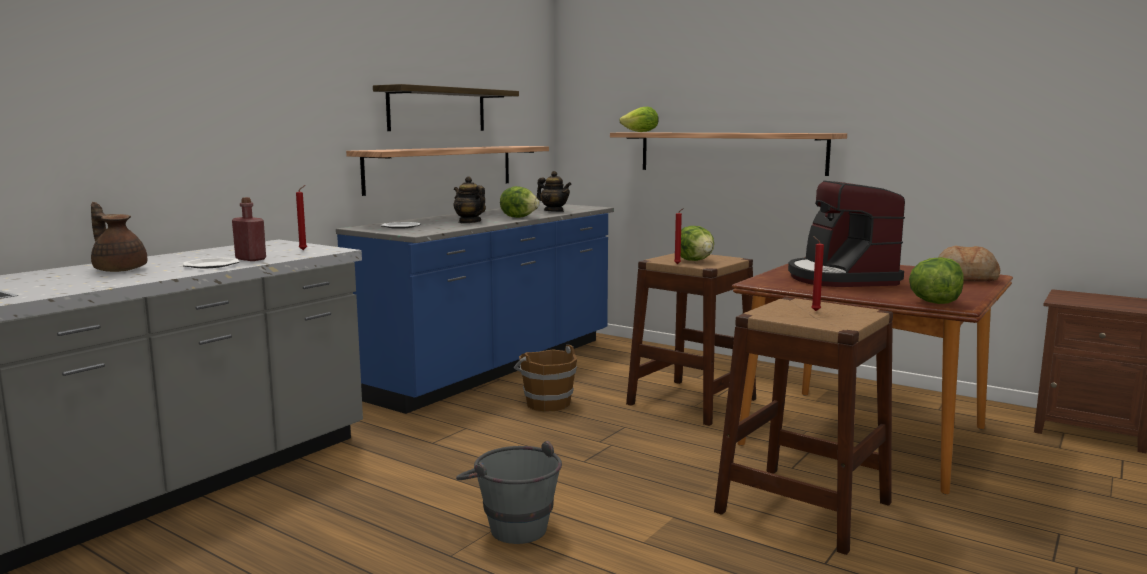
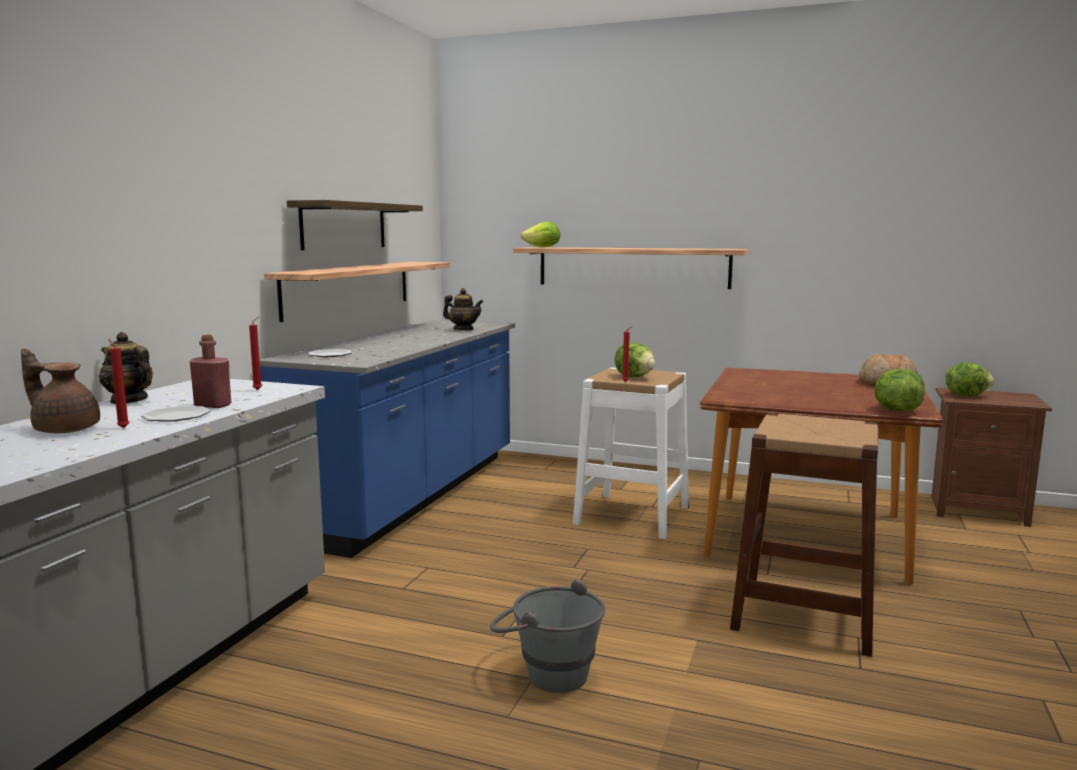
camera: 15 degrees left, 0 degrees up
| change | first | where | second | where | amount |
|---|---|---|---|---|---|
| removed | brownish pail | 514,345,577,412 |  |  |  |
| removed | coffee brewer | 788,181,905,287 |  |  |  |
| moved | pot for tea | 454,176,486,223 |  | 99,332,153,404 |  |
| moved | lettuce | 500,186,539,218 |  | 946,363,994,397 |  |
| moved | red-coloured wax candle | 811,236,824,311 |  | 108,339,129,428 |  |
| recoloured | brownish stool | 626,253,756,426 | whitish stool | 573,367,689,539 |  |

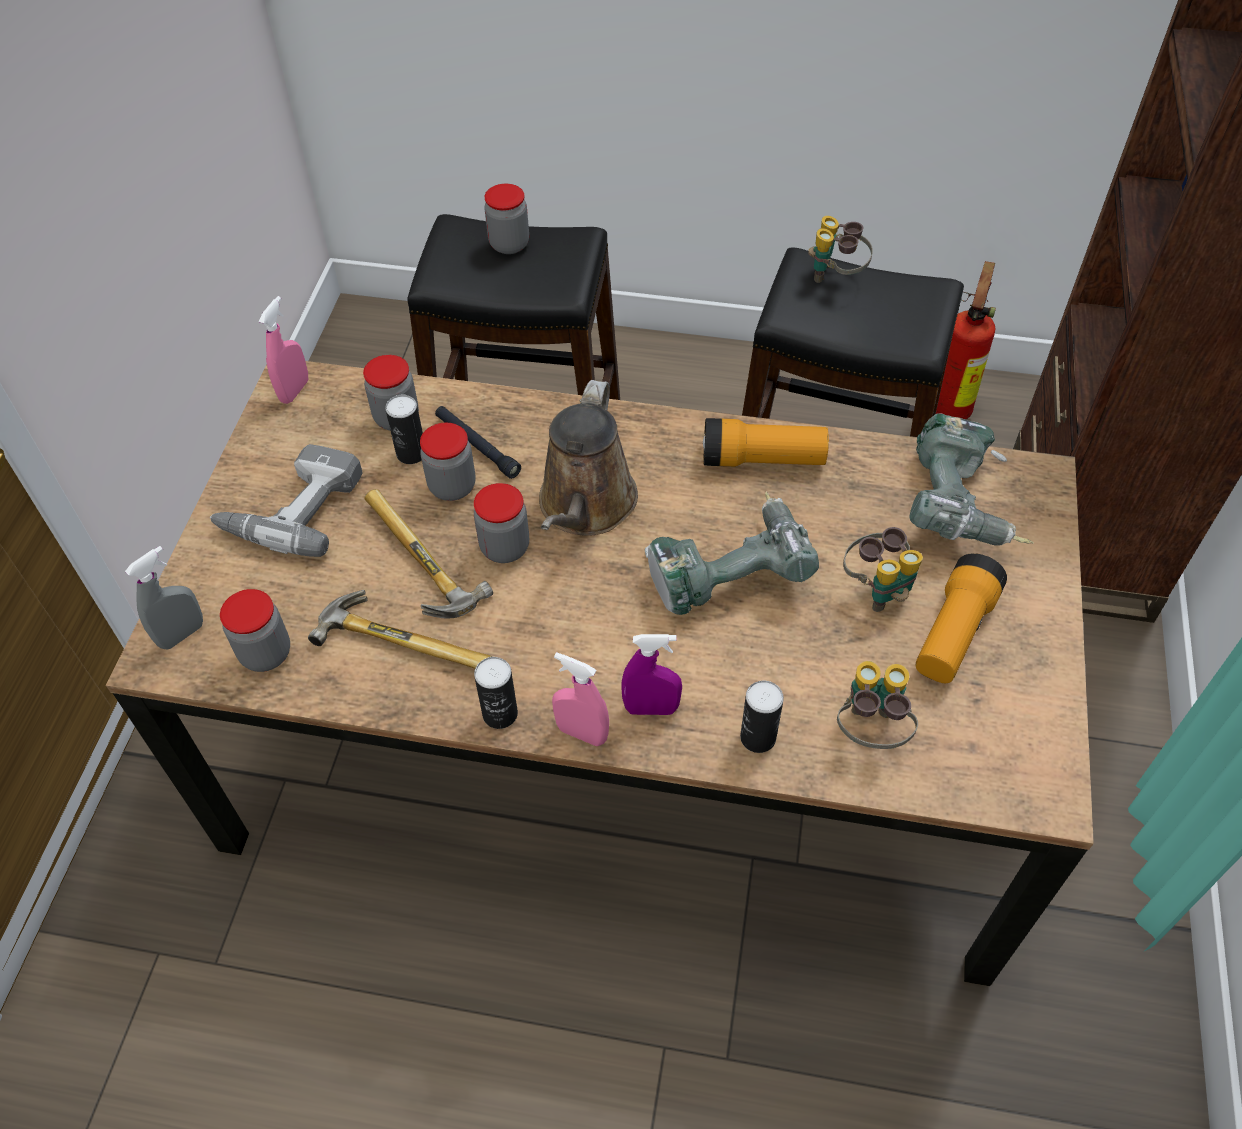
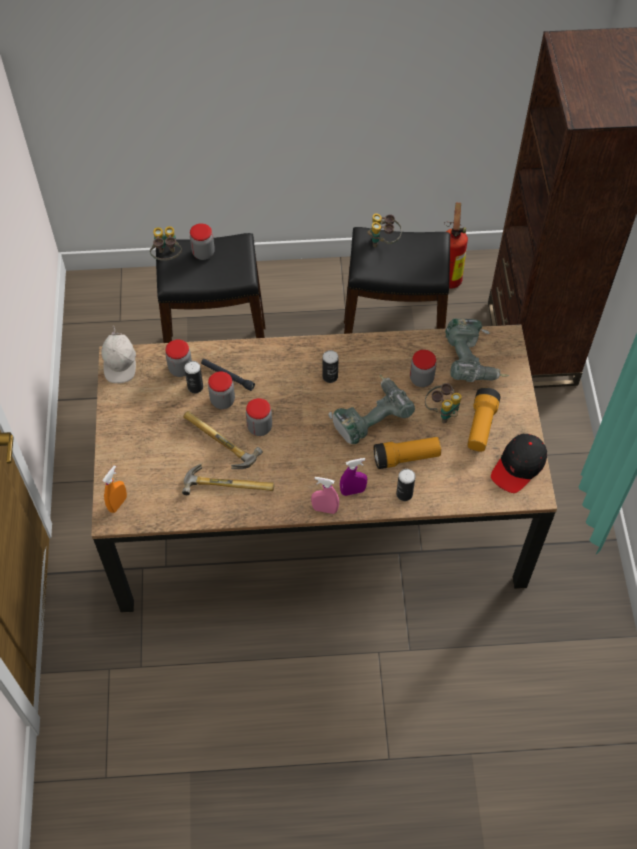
camera: 15 degrees left, 5 degrees up
| change | first | where | second | where | amount |
|---|---|---|---|---|---|
| removed | electric drill | 210,444,362,557 |  |  |  |
| removed | brownish watering pot | 539,380,638,536 |  |  |  |
| added |  |  | blackish baseball cap | 491,434,547,493 |  |
| moved | jar | 220,589,290,672 |  | 410,350,436,387 |  |
| moved | metal can | 474,657,518,729 |  | 322,350,339,383 |  |
| moved | hand torch | 703,418,829,467 |  | 374,437,441,469 |  |
| moved | pair of binoculars | 837,661,918,749 |  | 150,226,182,261 |  |
| replaced | pink hand sprayer | 259,296,308,404 | whitish baseball cap | 101,326,136,383 |  |
| recoloured | greyish hand sprayer | 125,546,203,649 | orangey hand sprayer | 102,465,127,513 |  |

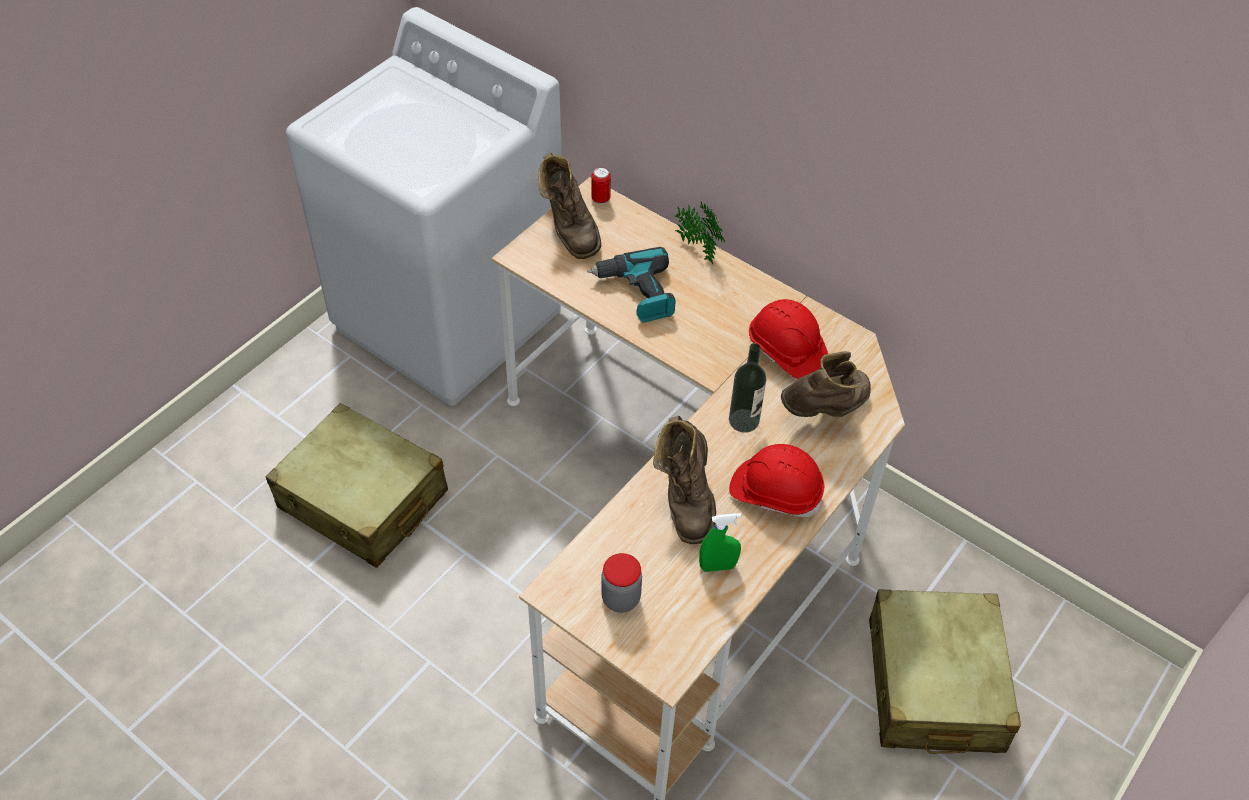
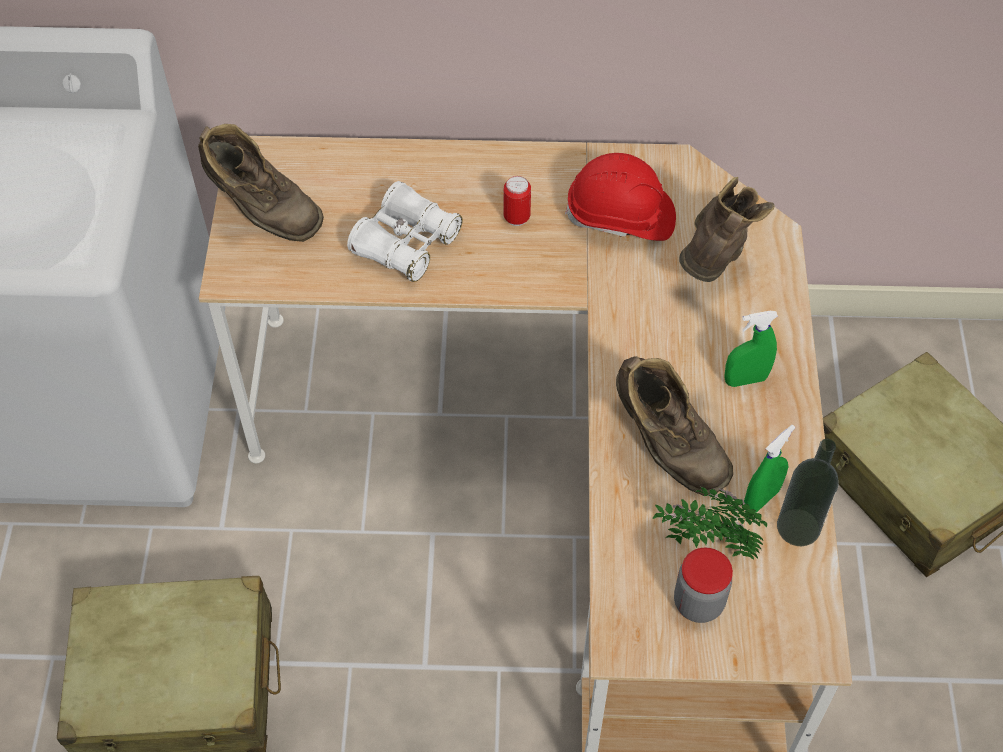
camera: 35 degrees left, 5 degrees up
| change | first | where | second | where | amount |
|---|---|---|---|---|---|
| moved | metal can | 591,167,611,205 |  | 503,176,531,226 |  |
| moved | potted plant | 675,202,725,265 |  | 653,487,767,559 |  |
| moved | drink bottle | 729,343,767,433 |  | 777,439,839,546 |  |
| replaced | electric drill | 587,247,675,323 | whitish pair of binoculars | 347,181,463,282 |  |
| replaced | red-coloured work helmet | 729,444,824,517 | greenish hand sprayer | 724,311,778,387 |  |

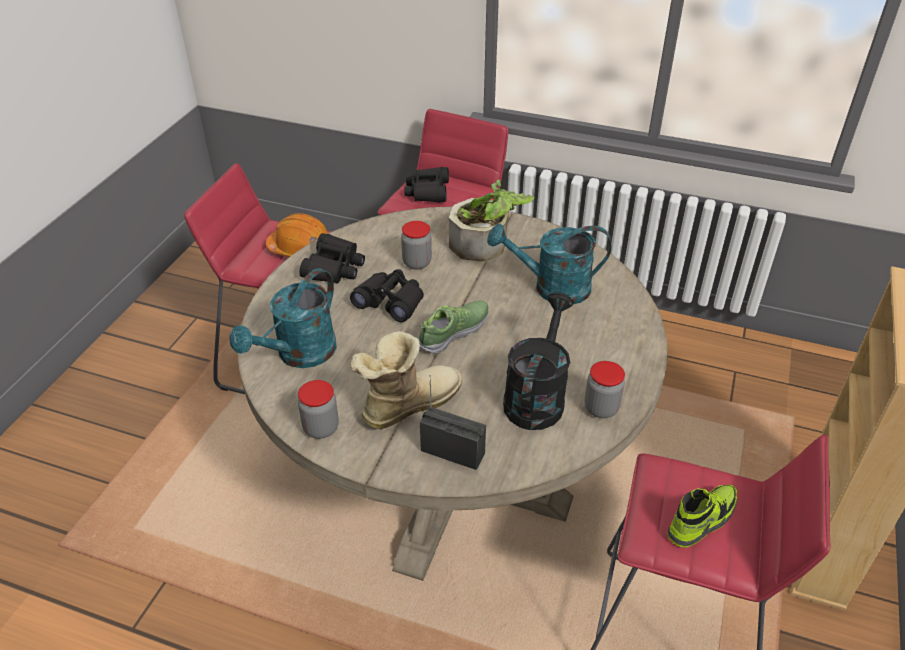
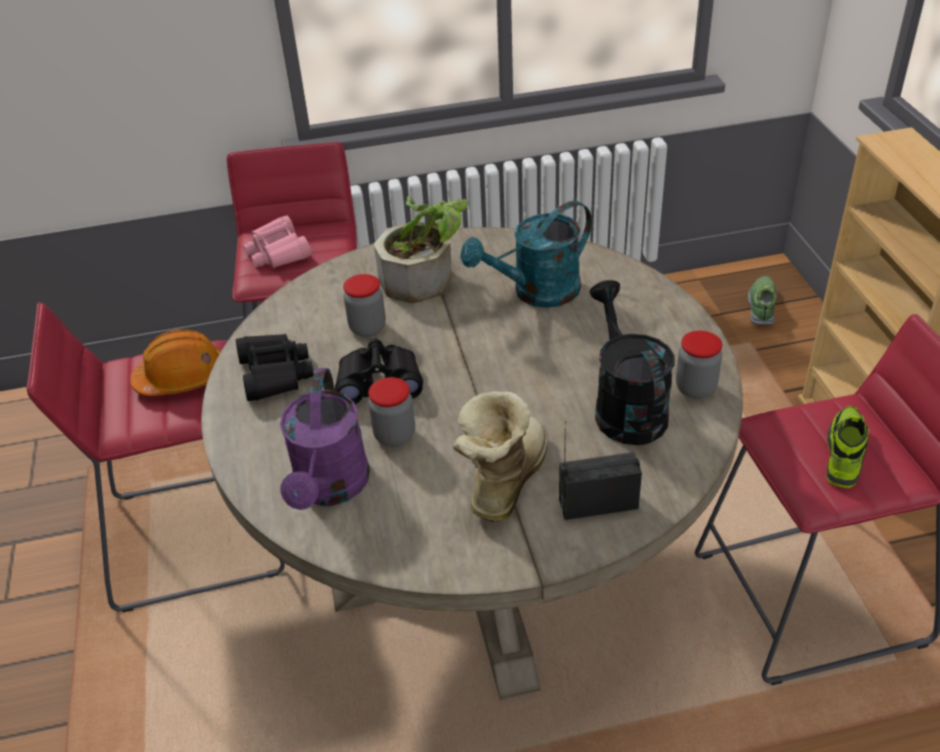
camera: 30 degrees left, 0 degrees up
| change | first | where | second | where | amount |
|---|---|---|---|---|---|
| moved | jar | 298,380,339,439 |  | 368,377,415,447 |  |
| moved | low shoe | 418,300,488,354 |  | 748,276,777,325 |  |
| recoloured | turquoise-coloured watering pot | 230,268,337,368 | purple watering pot | 280,368,370,510 |  |
| recoloured | blackish pair of binoculars | 404,167,449,203 | pink pair of binoculars | 243,215,312,268 |  |

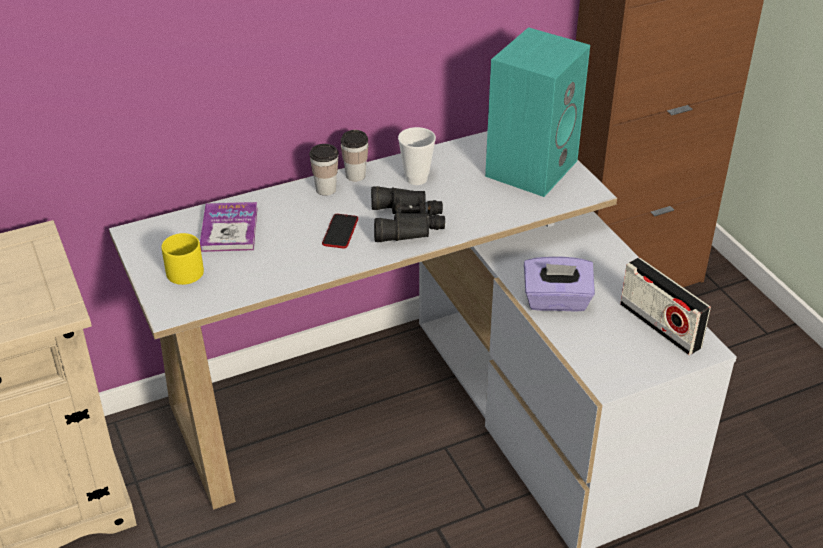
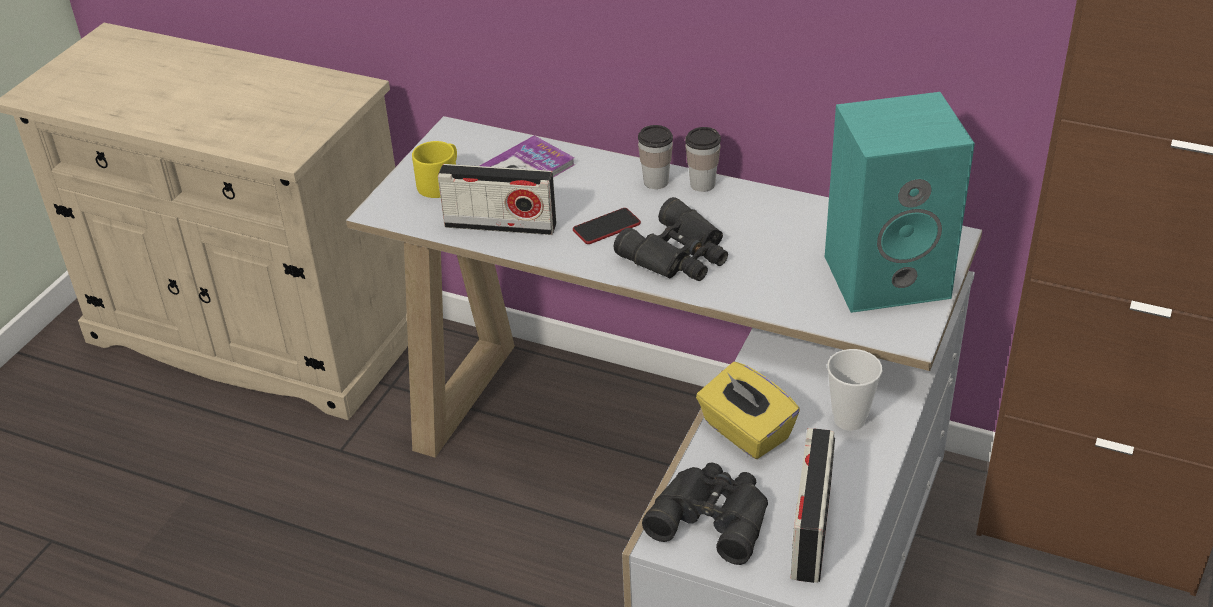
camera: 50 degrees right, 0 degrees up
| change | first | where | second | where | amount |
|---|---|---|---|---|---|
| added |  |  | radio receiver | 438,164,556,235 |  |
| added |  |  | blackish pair of binoculars | 642,463,768,565 |  |
| moved | small cup | 398,127,436,185 |  | 827,349,882,431 |  |
| recoloured | purple tissue box | 524,256,595,312 | yellow tissue box | 696,362,800,459 |  |

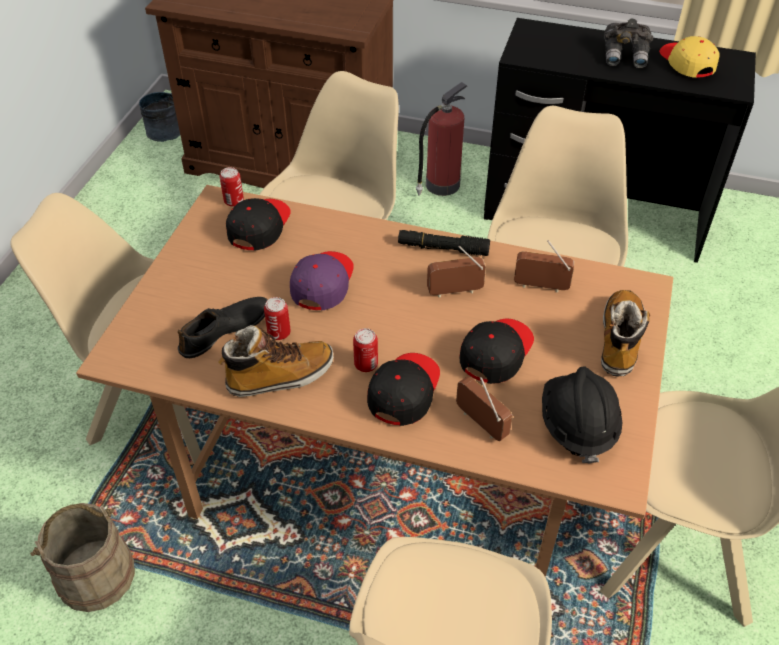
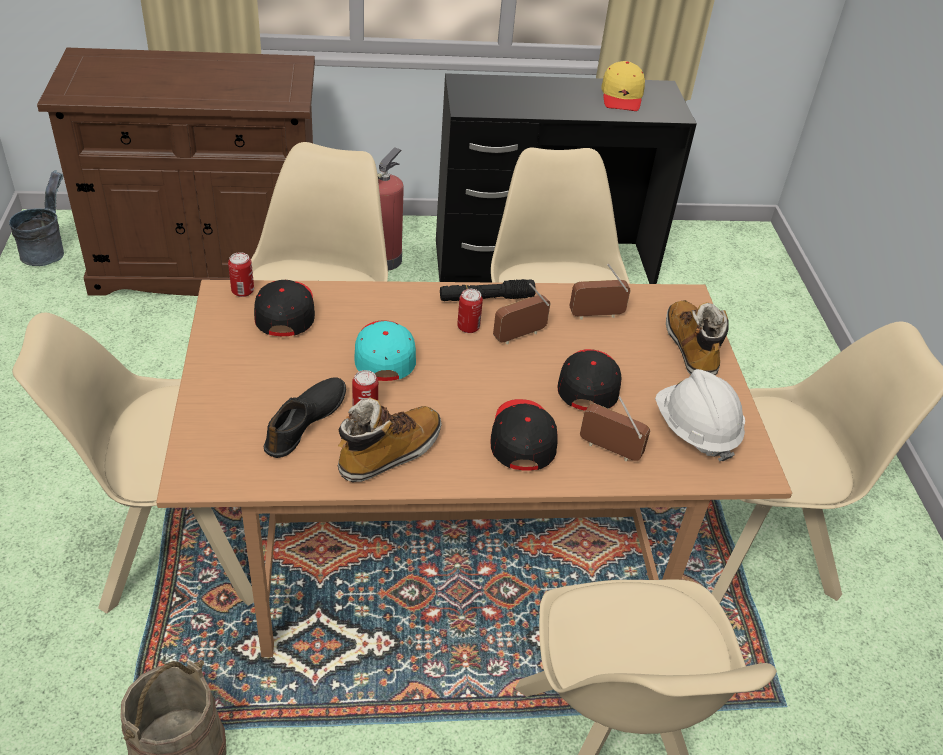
camera: 25 degrees left, 5 degrees down
| change | first | where | second | where | amount |
|---|---|---|---|---|---|
| removed | greyish pair of binoculars | 604,19,653,68 |  |  |  |
| moved | metal can | 353,328,378,372 |  | 457,289,483,333 |  |
| recoloured | purple baseball cap | 290,251,354,310 | turquoise-coloured baseball cap | 354,321,416,381 |  |
| recoloured | blackish work helmet | 542,367,623,463 | whitish work helmet | 655,369,745,462 |  |
| turned | yellow baseball cap | 659,36,719,78 |  | 601,61,645,111 | 135 degrees counterclockwise |

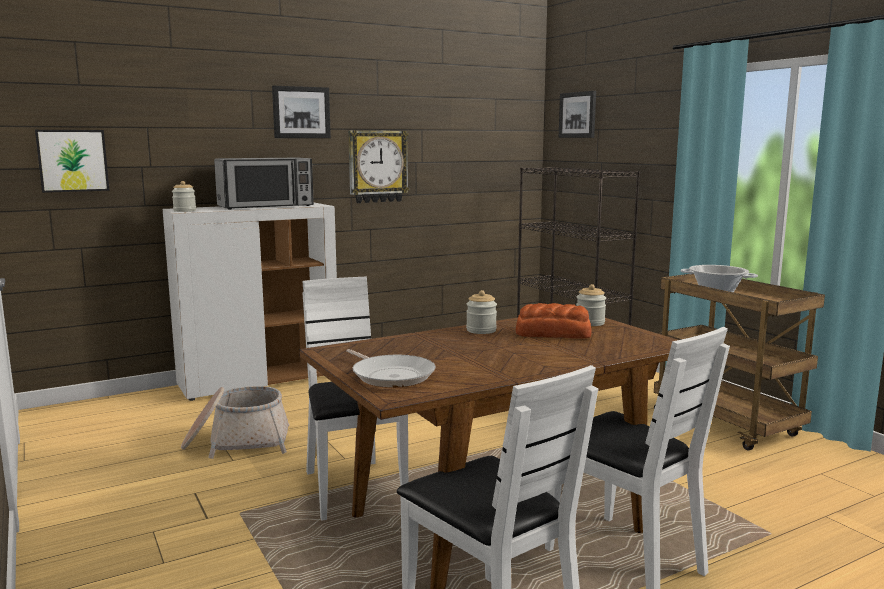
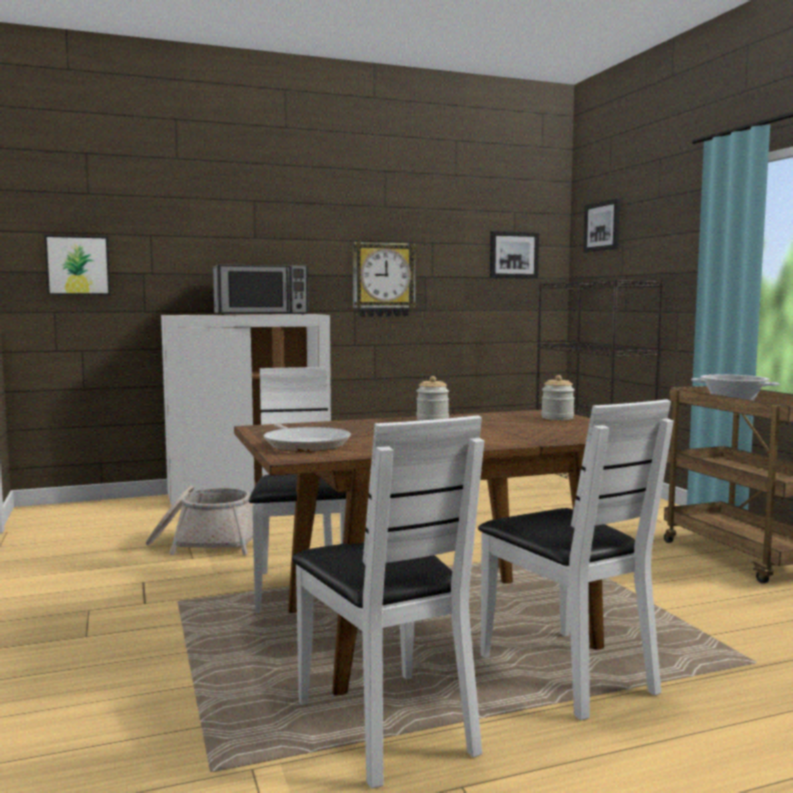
camera: 10 degrees right, 5 degrees down
| change | first | where | second | where | amount |
|---|---|---|---|---|---|
| removed | jar | 172,181,196,212 |  |  |  |
| removed | baked bread | 516,303,592,339 |  |  |  |
| moved | picture | 272,86,331,138 |  | 490,231,539,278 |  |

